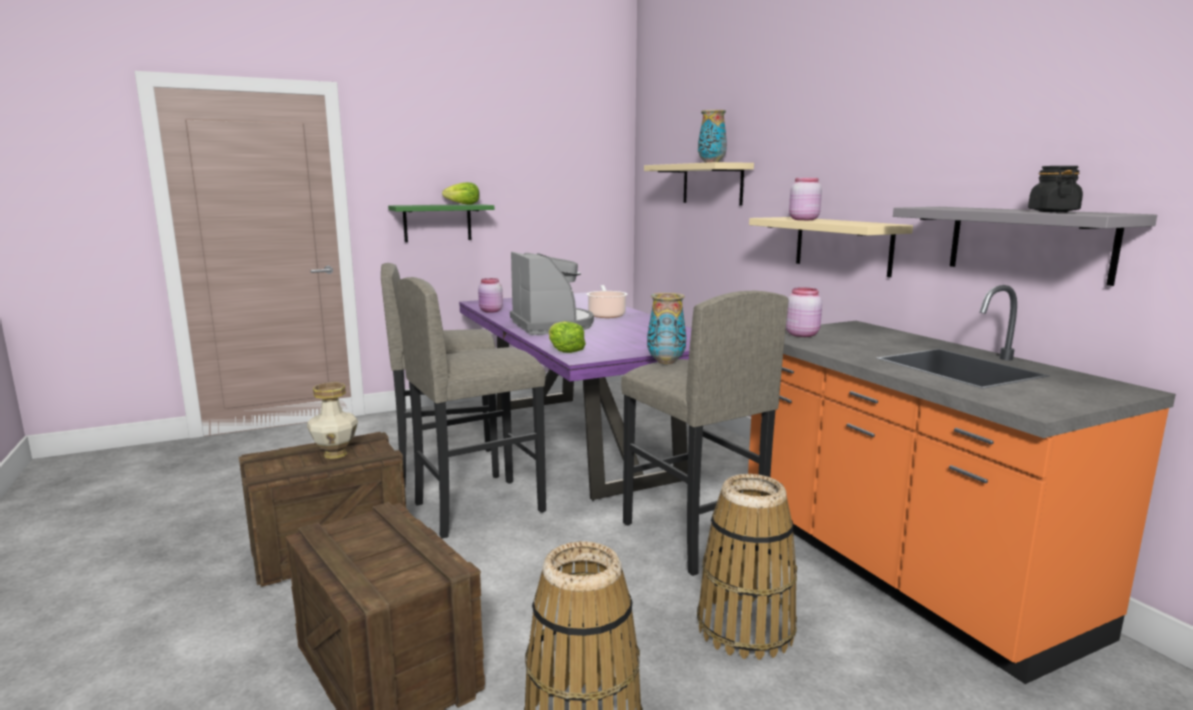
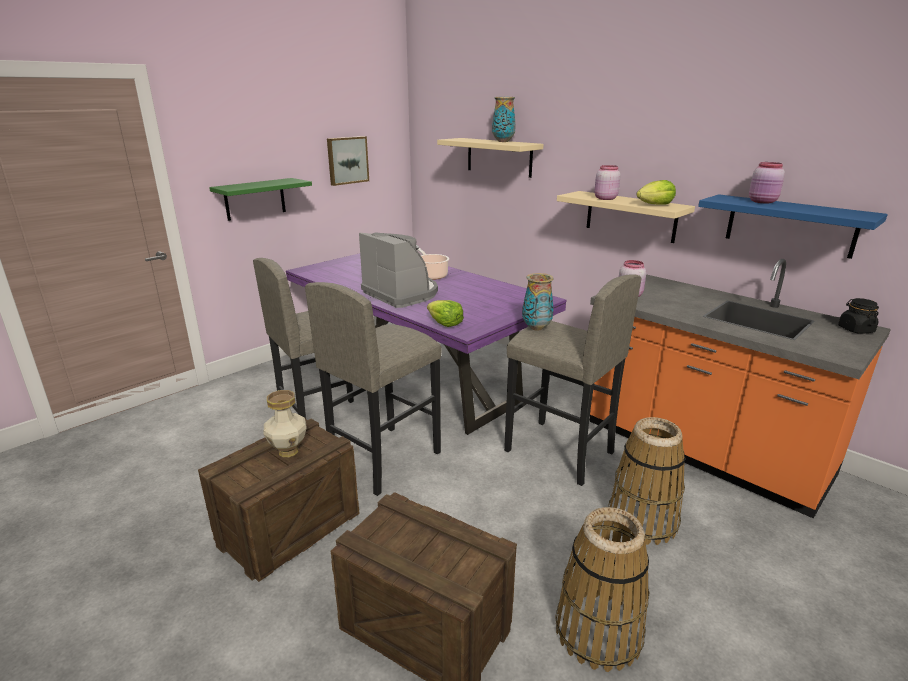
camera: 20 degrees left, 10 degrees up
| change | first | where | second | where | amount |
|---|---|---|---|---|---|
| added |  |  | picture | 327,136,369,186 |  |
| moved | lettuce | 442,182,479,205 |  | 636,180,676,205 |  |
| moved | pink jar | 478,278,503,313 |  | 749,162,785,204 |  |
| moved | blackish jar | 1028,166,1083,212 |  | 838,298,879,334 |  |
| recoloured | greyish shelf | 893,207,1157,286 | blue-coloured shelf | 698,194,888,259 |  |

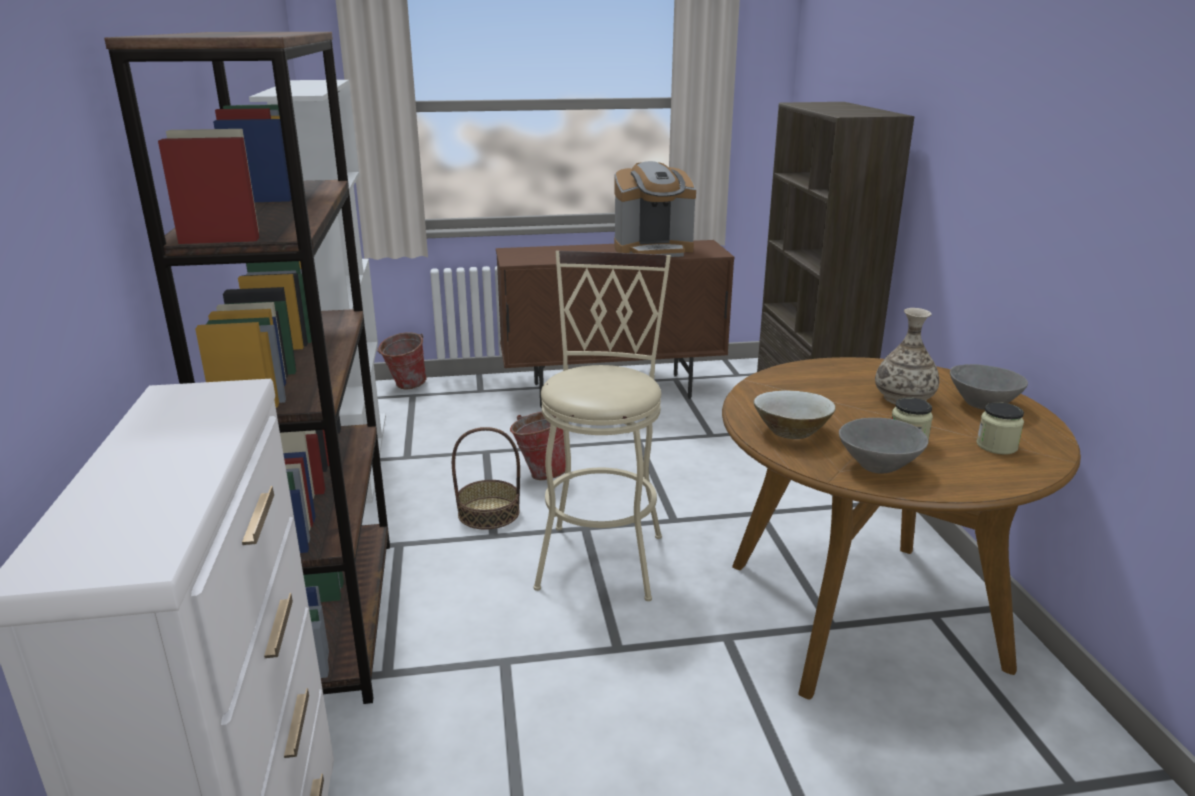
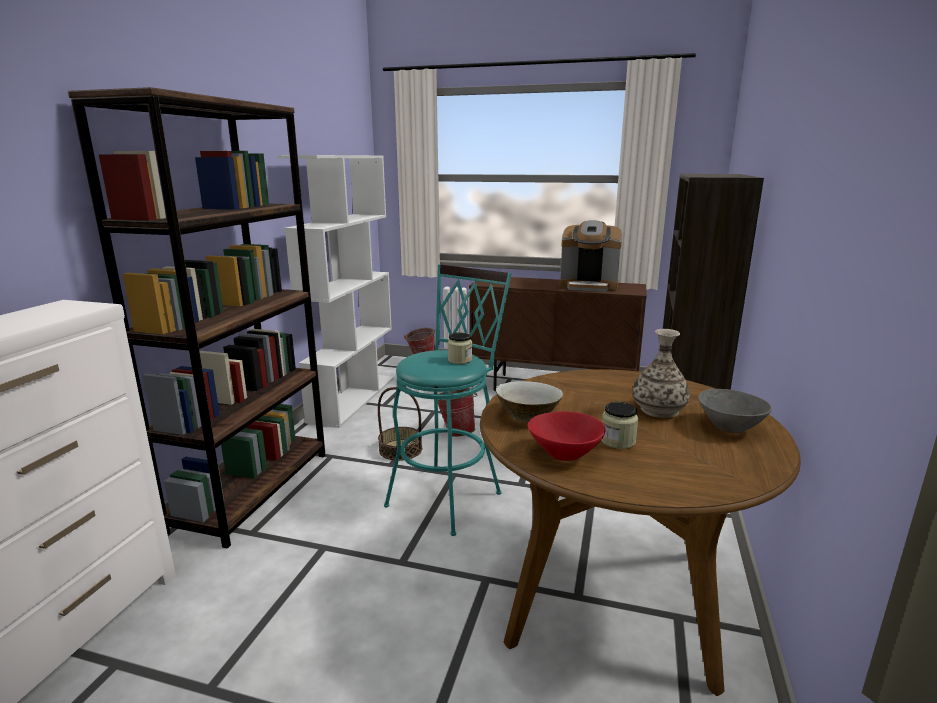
camera: 25 degrees right, 5 degrees down
| change | first | where | second | where | amount |
|---|---|---|---|---|---|
| moved | jar | 976,402,1024,455 |  | 448,333,472,364 |  |
| recoloured | beige stool | 534,251,671,601 | turquoise-coloured stool | 384,264,512,536 |  |
| recoloured | greyish serving bowl | 839,418,928,473 | red-coloured serving bowl | 528,411,605,461 |  |

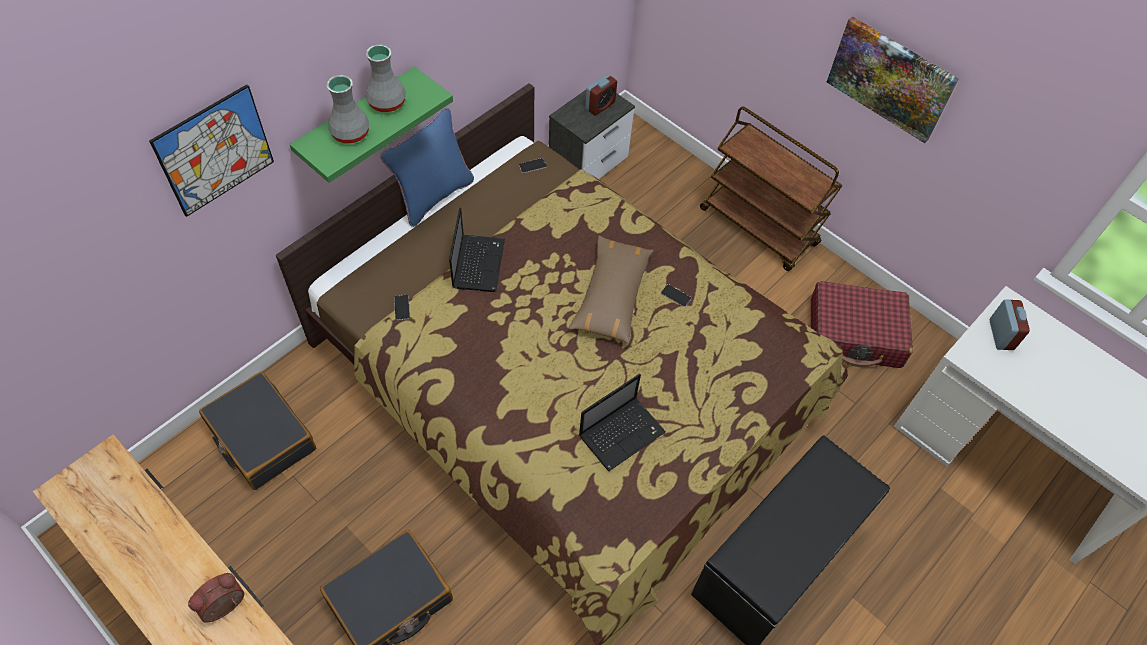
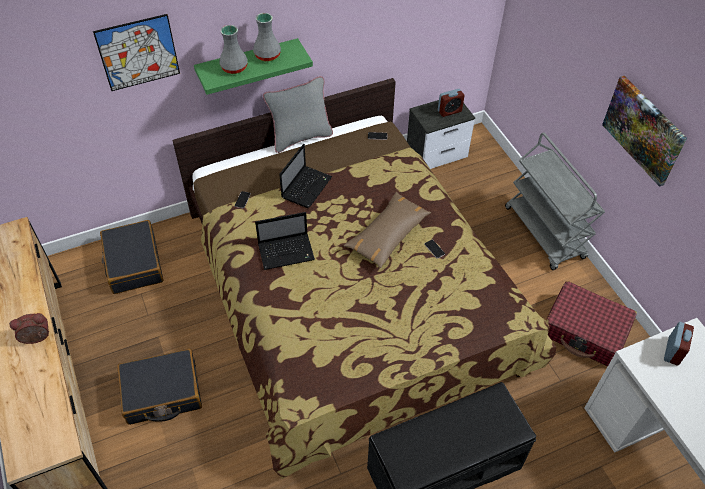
camera: 25 degrees right, 5 degrees down
| change | first | where | second | where | amount |
|---|---|---|---|---|---|
| moved | notebook computer | 579,374,666,471 |  | 255,212,315,270 |  |
| recoloured | blue-coloured cushion | 380,108,474,227 | greyish cushion | 263,76,333,153 |  |
| recoloured | brownish cart | 700,106,842,271 | greyish cart | 505,132,605,270 |  |

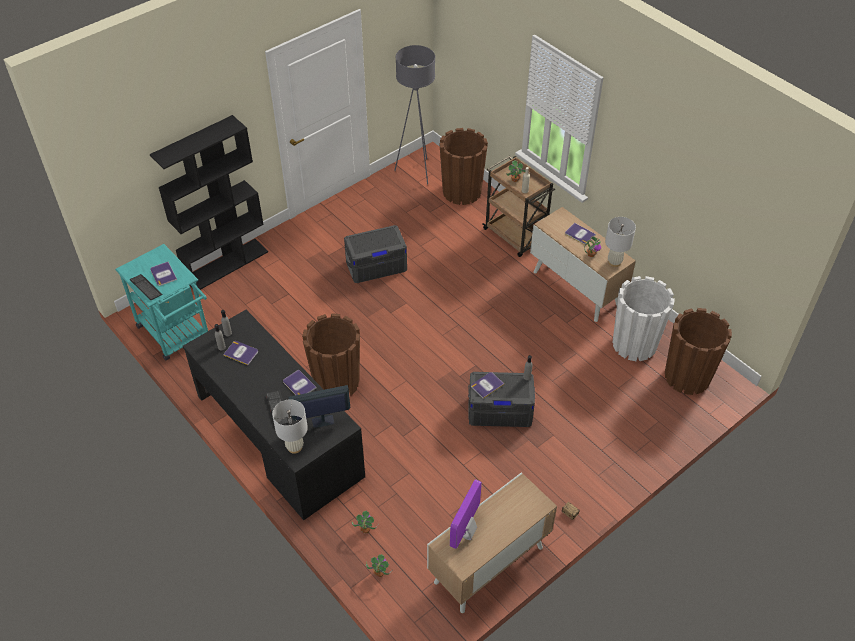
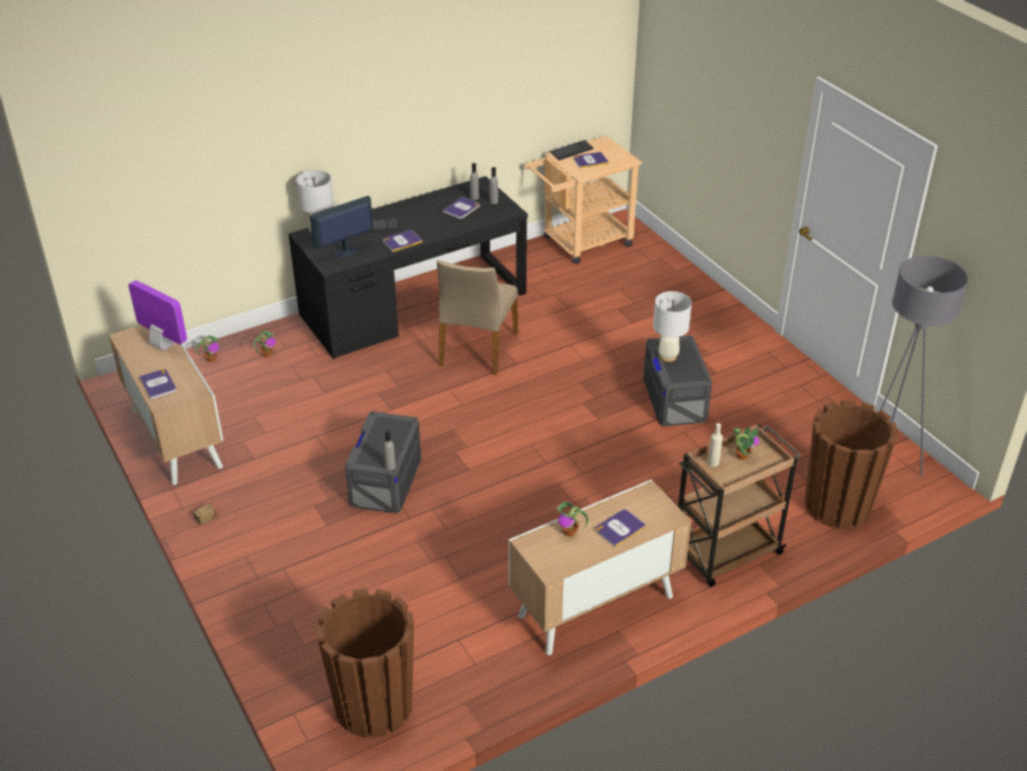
camera: 100 degrees right, 10 degrees down
| change | first | where | second | where | amount |
|---|---|---|---|---|---|
| removed | blackish bookcase | 150,115,268,290 |  |  |  |
| removed | whitish flower pot | 612,276,675,361 |  |  |  |
| moved | bound book | 471,372,504,399 |  | 139,369,176,400 |  |
| moved | whitish table lamp | 605,217,636,267 |  | 653,291,692,362 |  |
| replaced | brownish flower pot | 302,313,360,395 | beige chair | 437,260,518,375 |  |
| recoloured | turquoise-coloured cart | 115,244,209,360 | beige cart | 524,136,642,264 |  |
| turned | computer screen | 288,385,350,428 |  | 310,196,373,259 | 120 degrees counterclockwise |

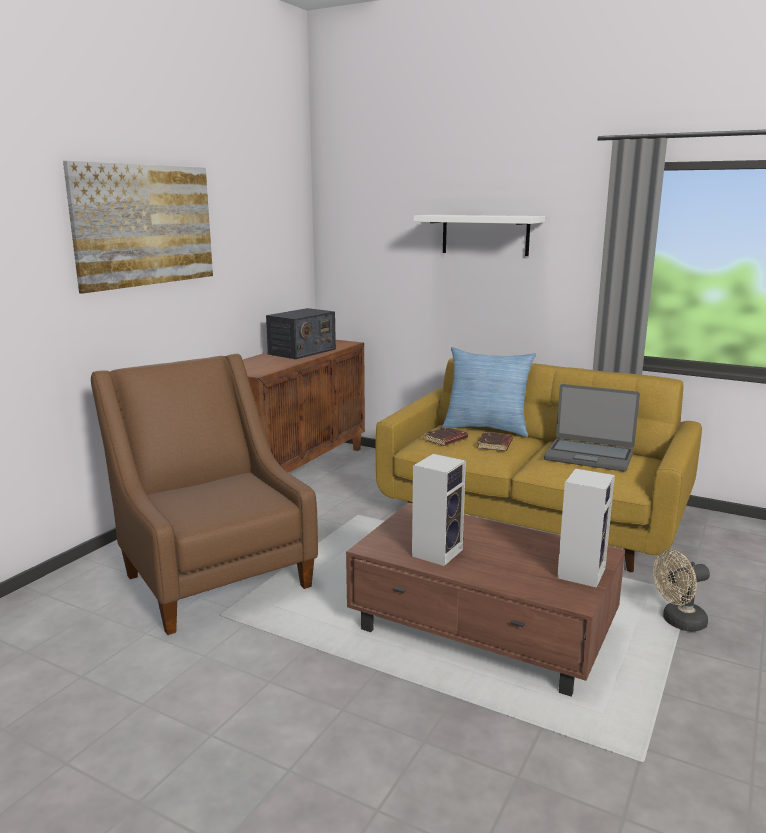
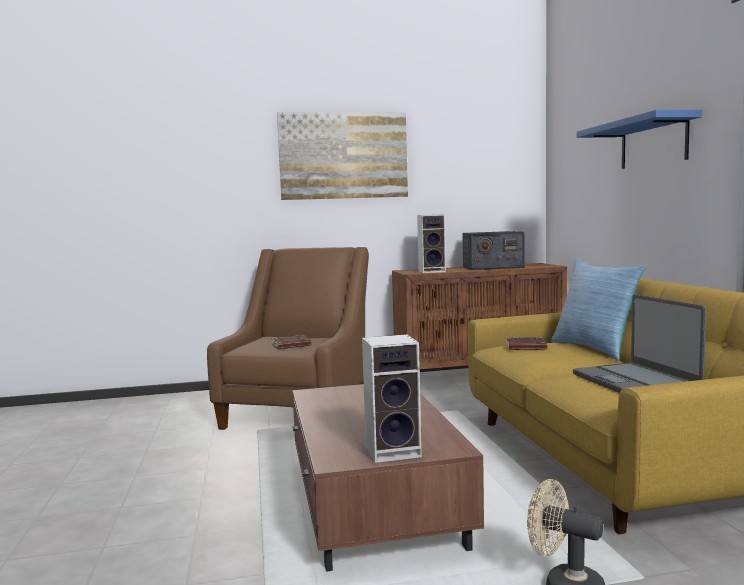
camera: 50 degrees right, 10 degrees down
| change | first | where | second | where | amount |
|---|---|---|---|---|---|
| moved | loudspeaker | 412,454,466,566 |  | 417,214,446,273 |  |
| moved | brownish bound book | 477,432,513,451 |  | 272,335,311,349 |  |
| recoloured | whitish shelf | 413,215,545,256 | blue-coloured shelf | 577,110,702,169 |  |

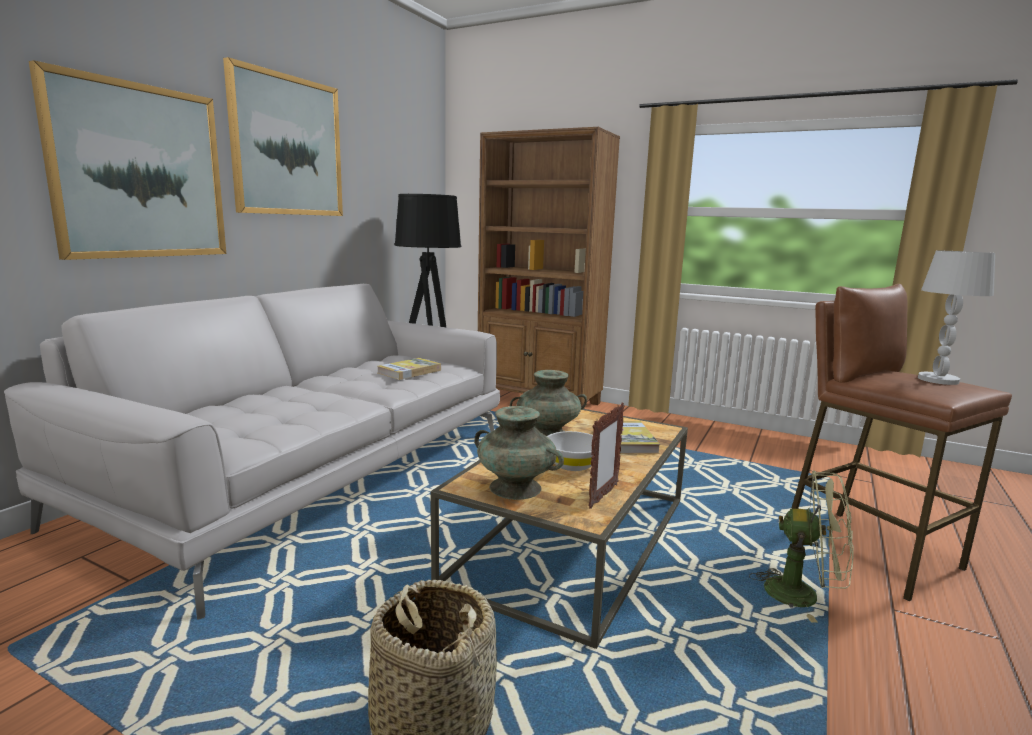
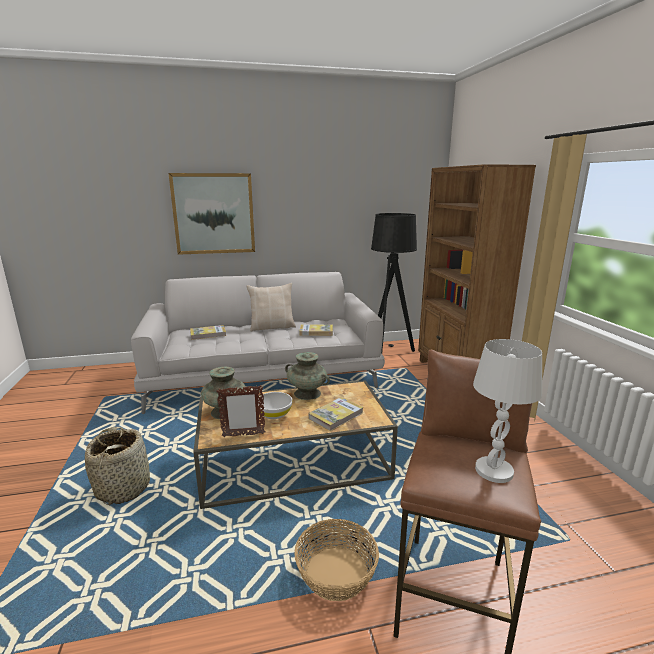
camera: 50 degrees right, 5 degrees up
| change | first | where | second | where | amount |
|---|---|---|---|---|---|
| removed | picture | 223,57,343,216 |  |  |  |
| added |  |  | bound book | 190,325,226,340 |  |
| added |  |  | beige cushion | 246,283,296,331 |  |
| replaced | greenish electric fan | 749,471,854,623 | household basket | 294,519,379,601 |  |

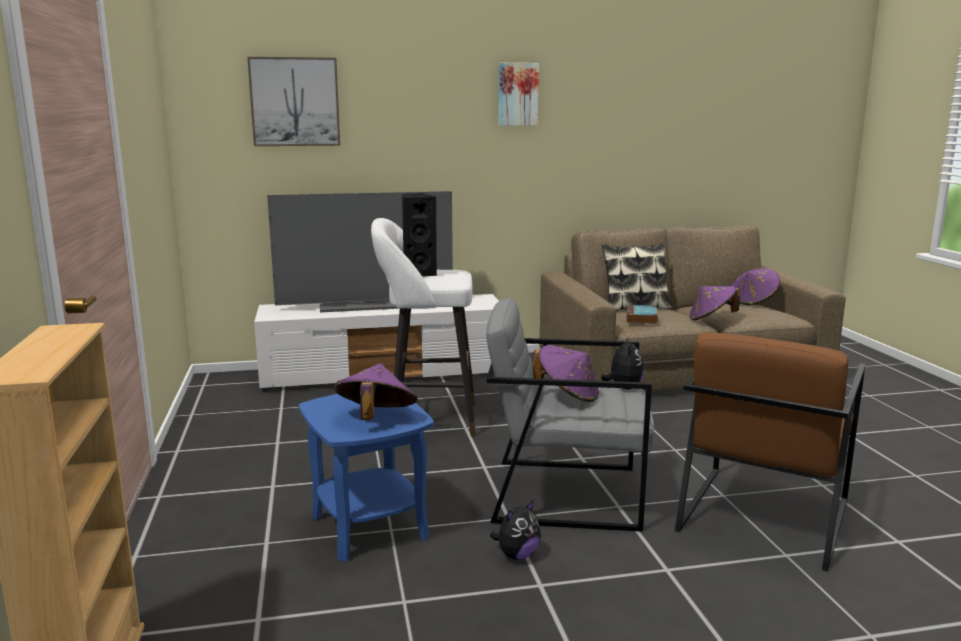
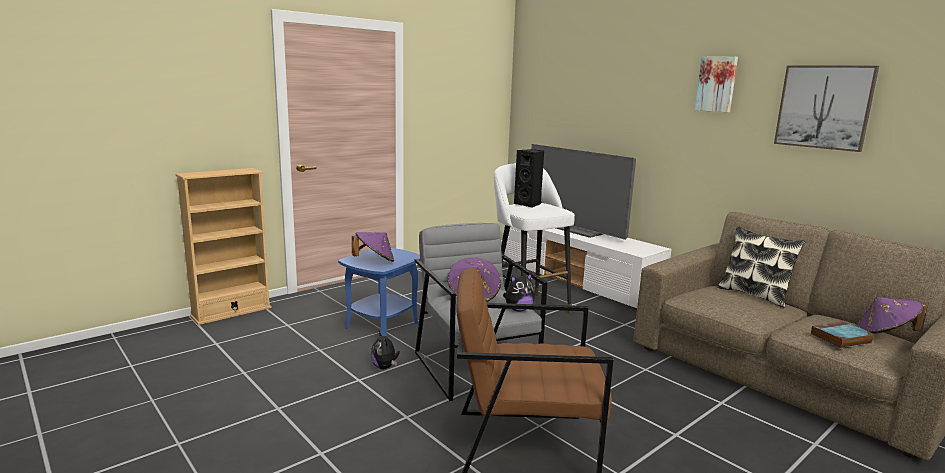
camera: 60 degrees right, 0 degrees up
| change | first | where | second | where | amount |
|---|---|---|---|---|---|
| removed | purple clothing hat | 689,286,740,321 |  |  |  |
| moved | picture | 247,57,340,146 |  | 774,65,879,152 |  |
| moved | bound book | 627,305,658,324 |  | 811,321,874,348 |  |
| turned | plush toy | 490,500,541,560 |  | 371,331,400,369 | 45 degrees clockwise |

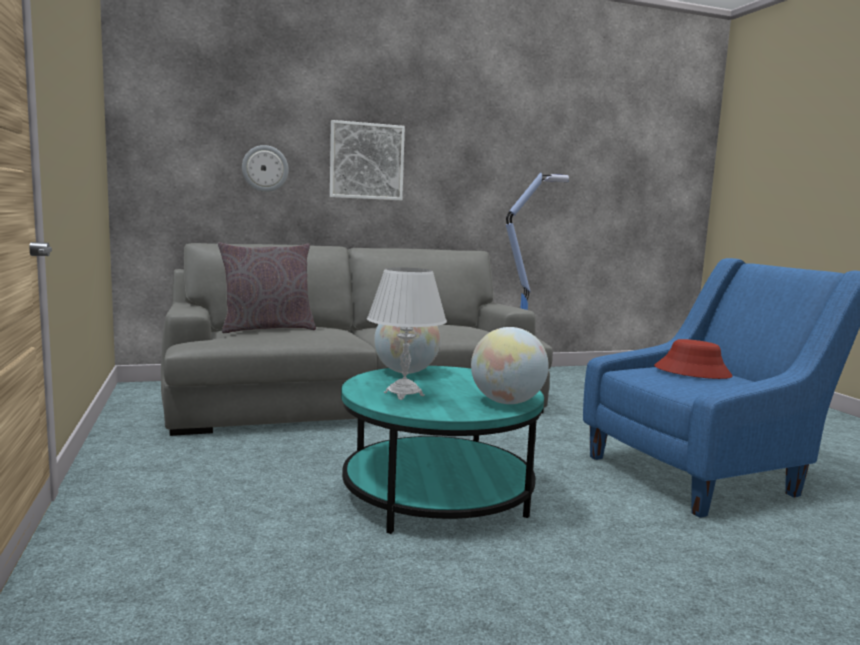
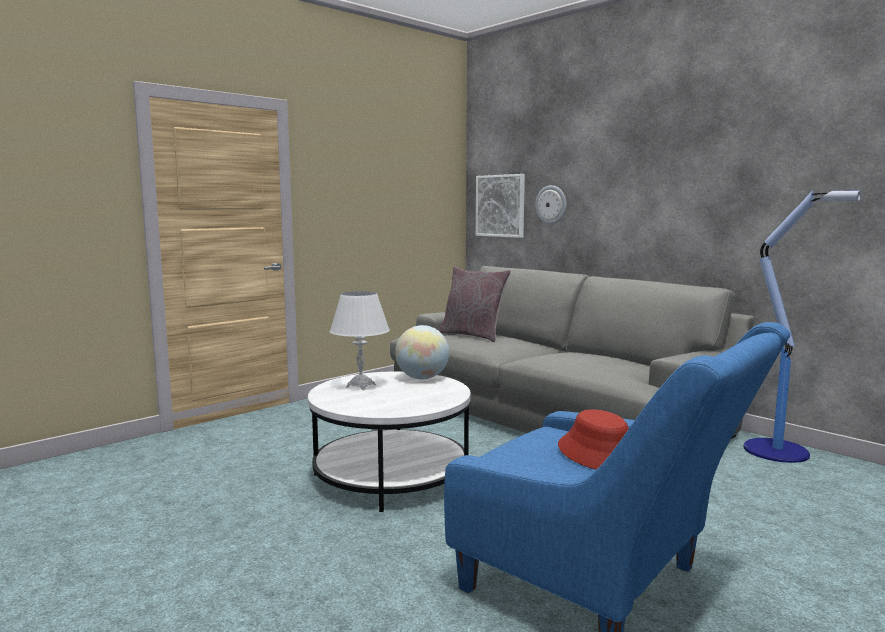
camera: 65 degrees right, 0 degrees up
| change | first | where | second | where | amount |
|---|---|---|---|---|---|
| removed | globe | 471,327,549,404 |  |  |  |
| moved | picture | 330,120,405,200 |  | 476,174,525,238 |  |
| recoloured | turquoise-coloured coffee table | 341,366,544,534 | whitish coffee table | 308,371,471,512 |  |

